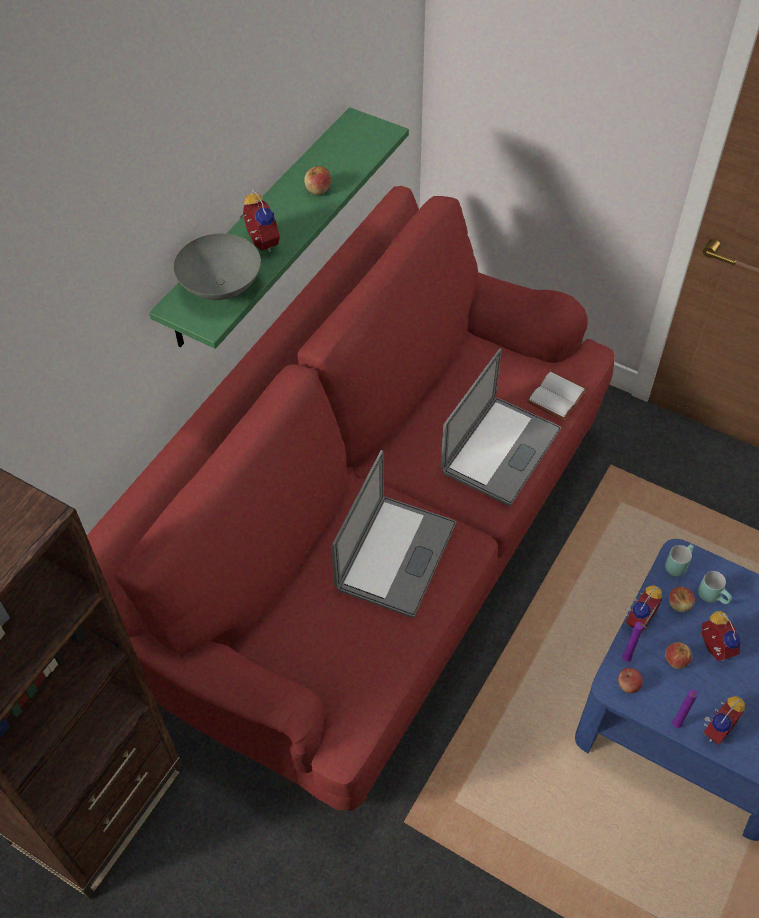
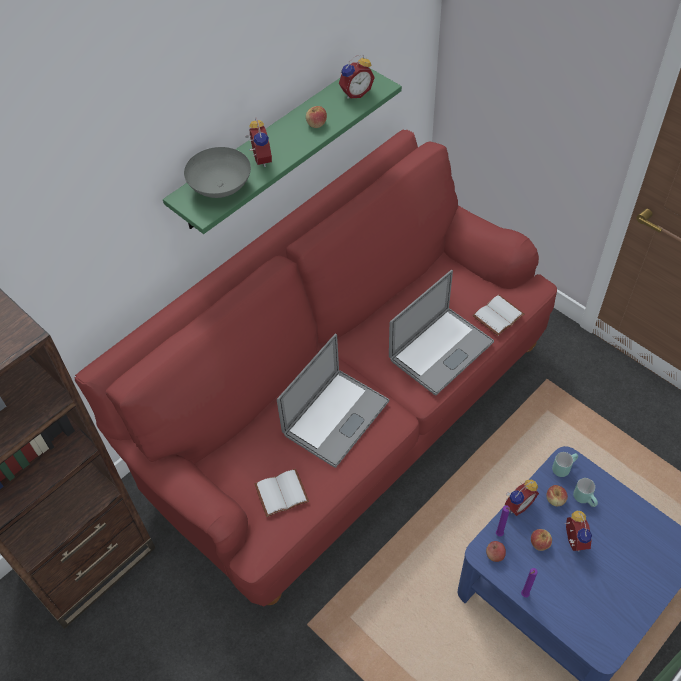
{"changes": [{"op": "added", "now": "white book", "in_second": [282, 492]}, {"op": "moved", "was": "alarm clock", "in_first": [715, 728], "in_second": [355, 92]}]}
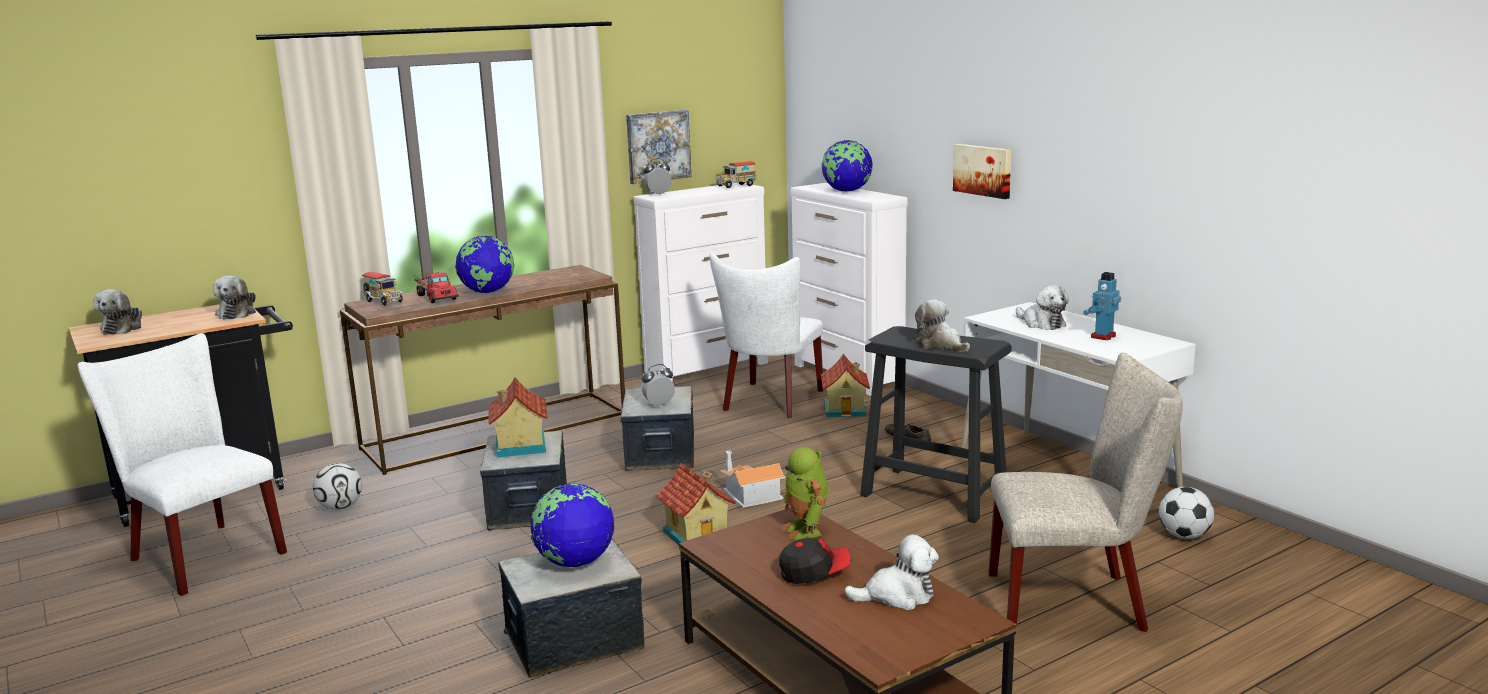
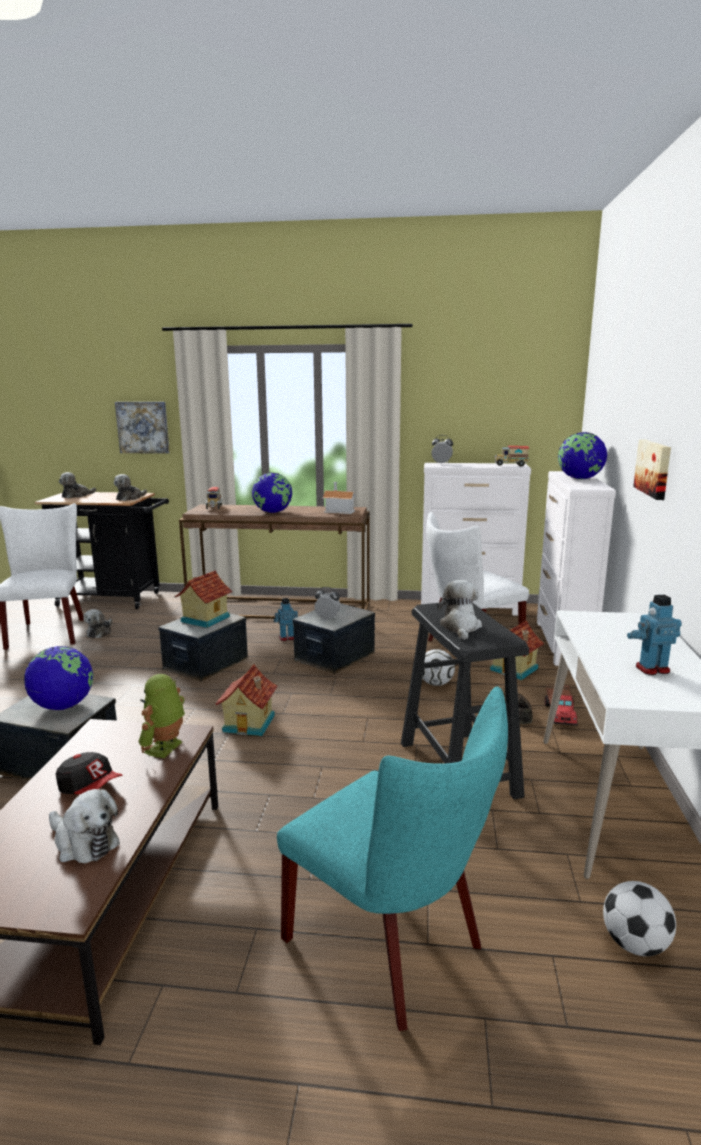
{"changes": [{"op": "moved", "was": "plush toy", "in_first": [1041, 324], "in_second": [100, 632]}, {"op": "moved", "was": "picture", "in_first": [658, 146], "in_second": [143, 427]}, {"op": "added", "now": "toy robot", "in_second": [286, 638]}, {"op": "recoloured", "was": "beige chair", "now": "turquoise chair", "in_first": [1076, 602], "in_second": [393, 947]}, {"op": "moved", "was": "toy house", "in_first": [749, 495], "in_second": [338, 510]}, {"op": "moved", "was": "football", "in_first": [340, 507], "in_second": [436, 683]}, {"op": "moved", "was": "toy truck", "in_first": [437, 297], "in_second": [560, 713]}]}
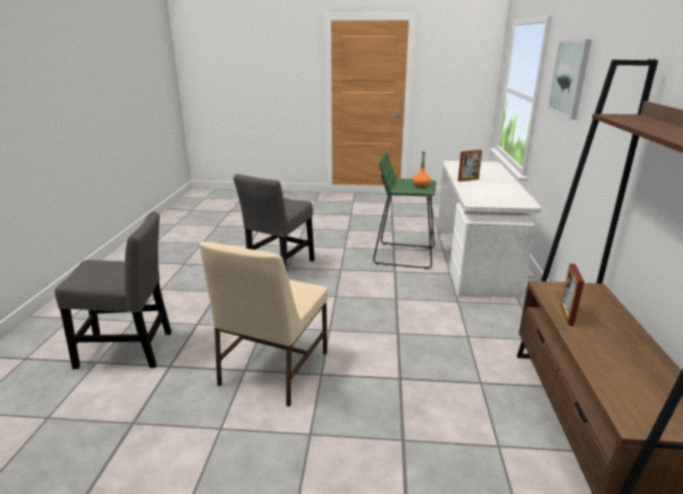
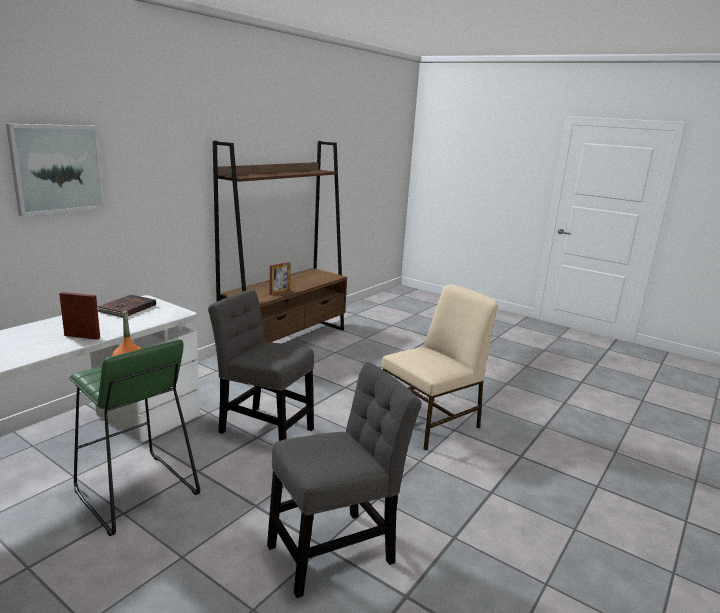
{"changes": [{"op": "added", "now": "brown book", "in_second": [126, 308]}, {"op": "moved", "was": "grey chair", "in_first": [130, 350], "in_second": [263, 428]}]}
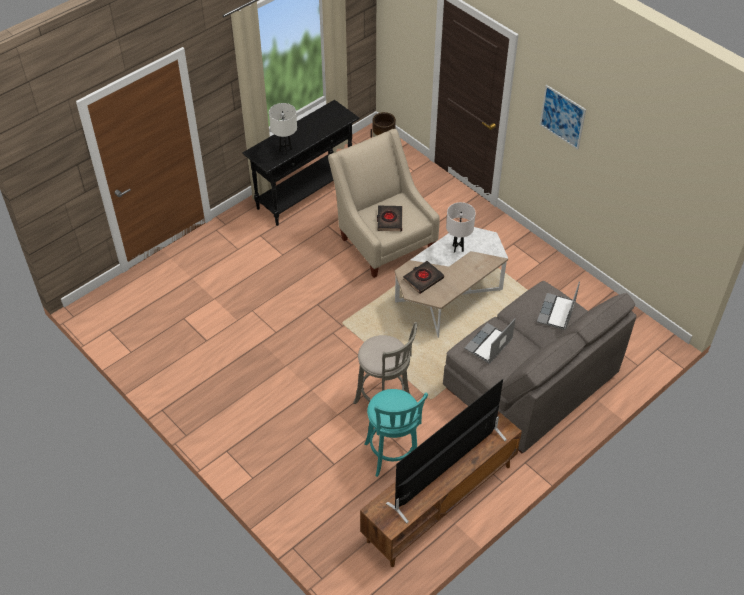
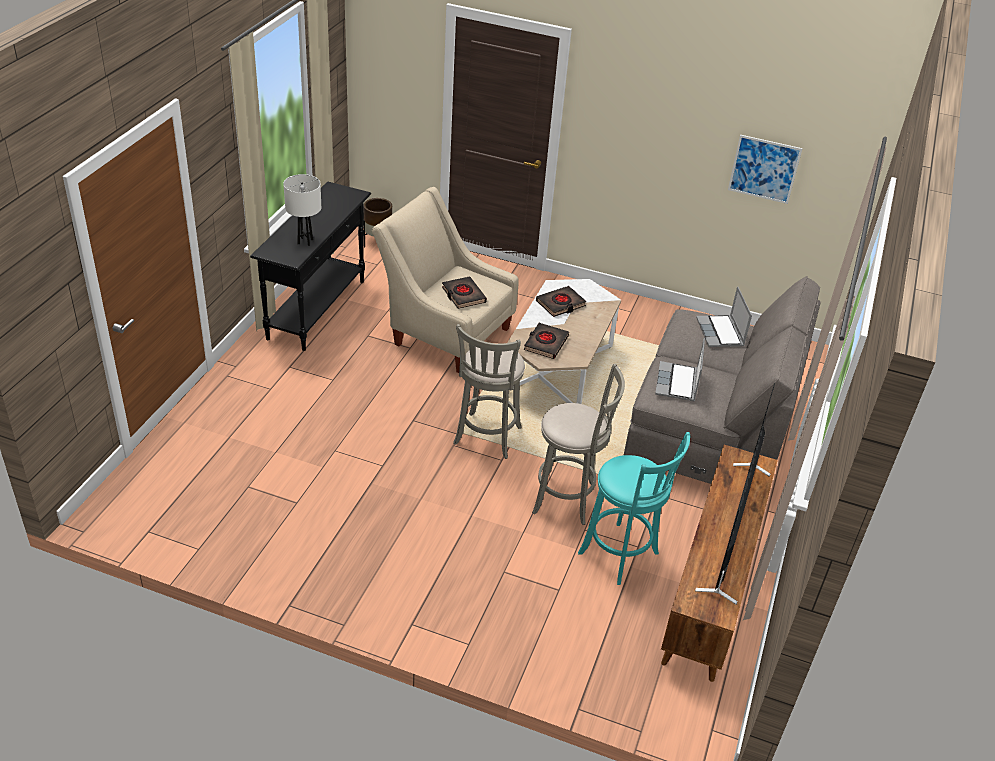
{"changes": [{"op": "added", "now": "grey stool", "in_second": [486, 438]}, {"op": "replaced", "was": "white table lamp", "now": "black book", "in_first": [458, 248], "in_second": [560, 304]}, {"op": "moved", "was": "picture", "in_first": [562, 117], "in_second": [764, 169]}]}
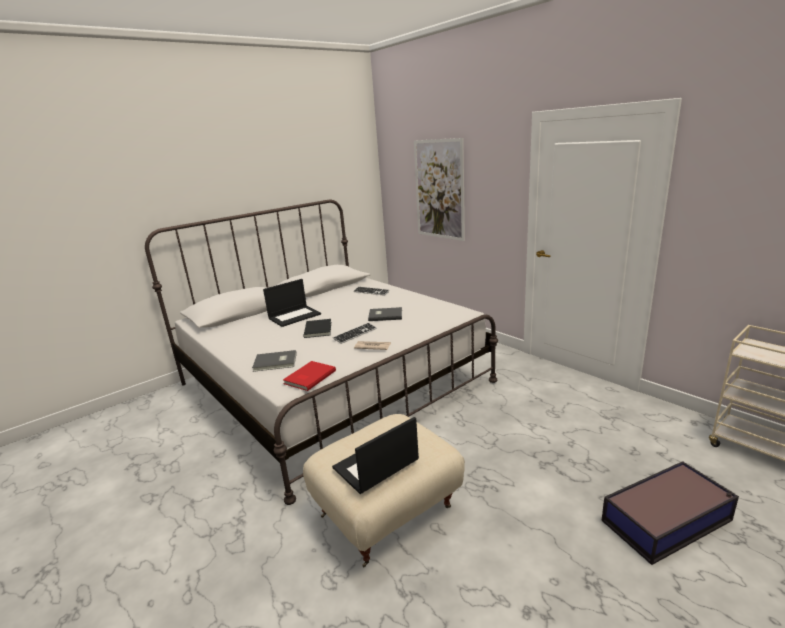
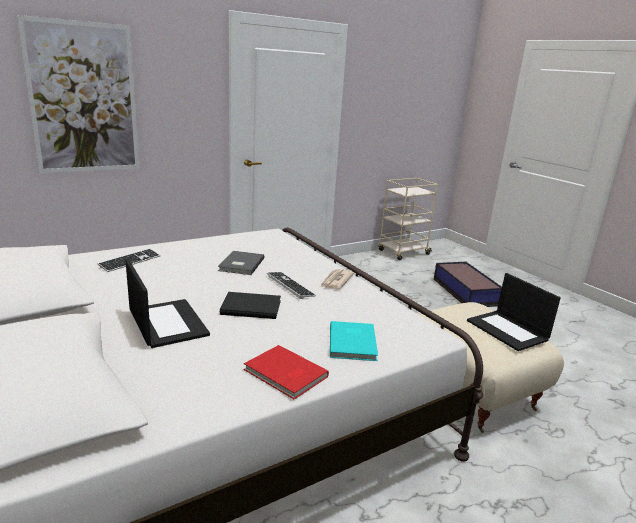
{"changes": [{"op": "moved", "was": "red book", "in_first": [308, 377], "in_second": [285, 374]}, {"op": "recoloured", "was": "grey book", "now": "turquoise book", "in_first": [276, 362], "in_second": [354, 342]}]}
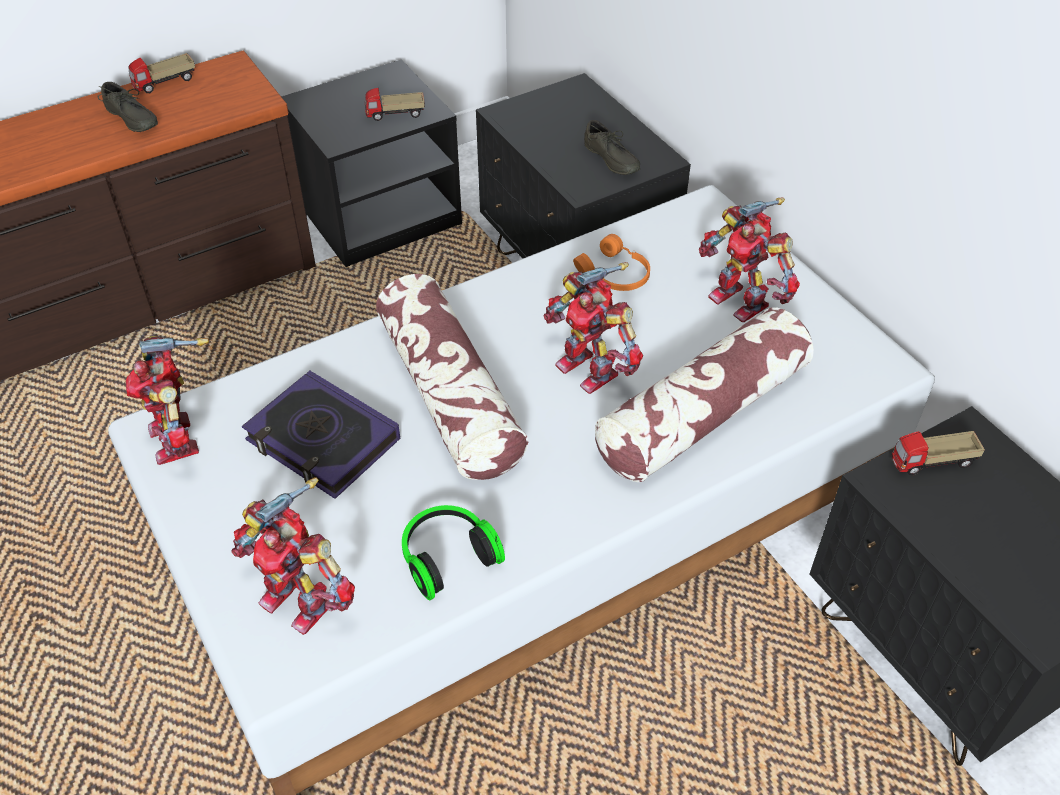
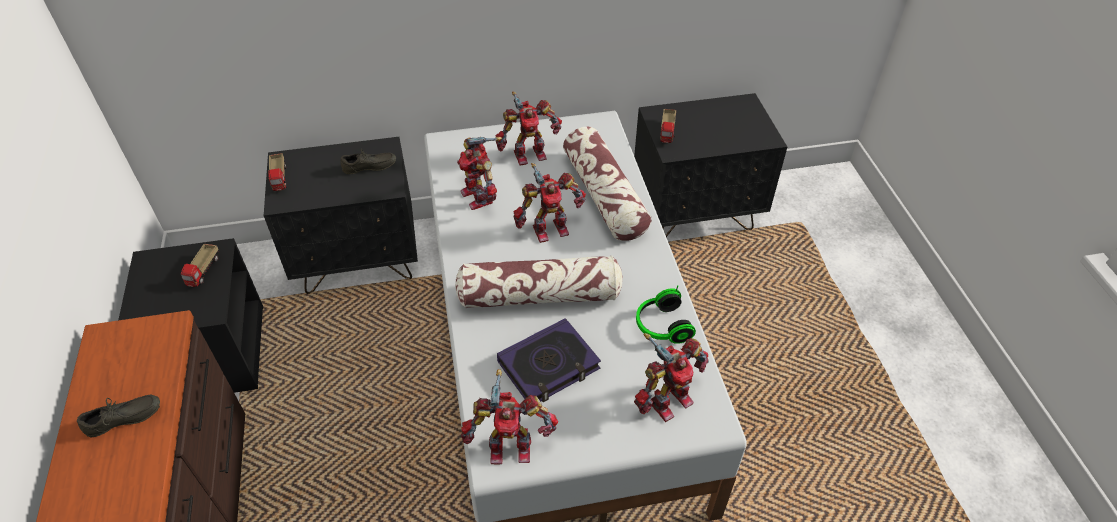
{"changes": [{"op": "moved", "was": "toy truck", "in_first": [165, 83], "in_second": [280, 178]}, {"op": "replaced", "was": "orange headphones", "now": "toy robot", "in_first": [614, 275], "in_second": [479, 196]}]}
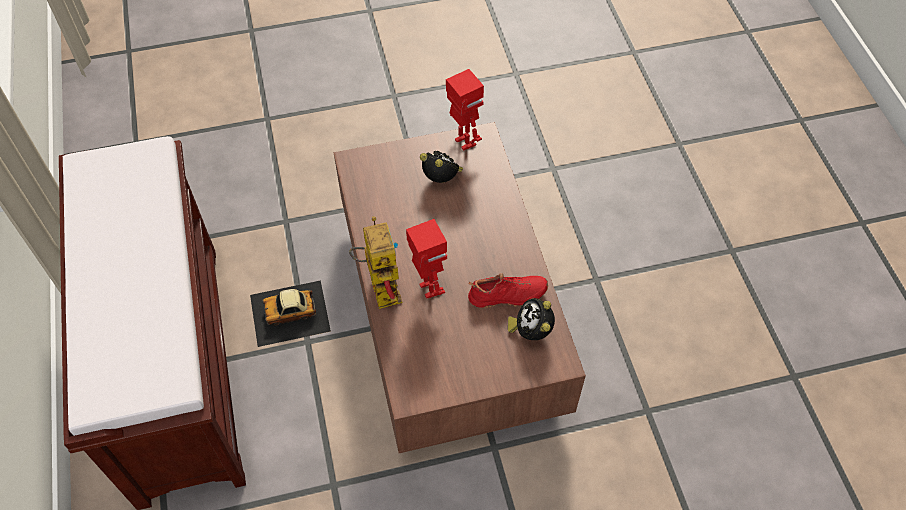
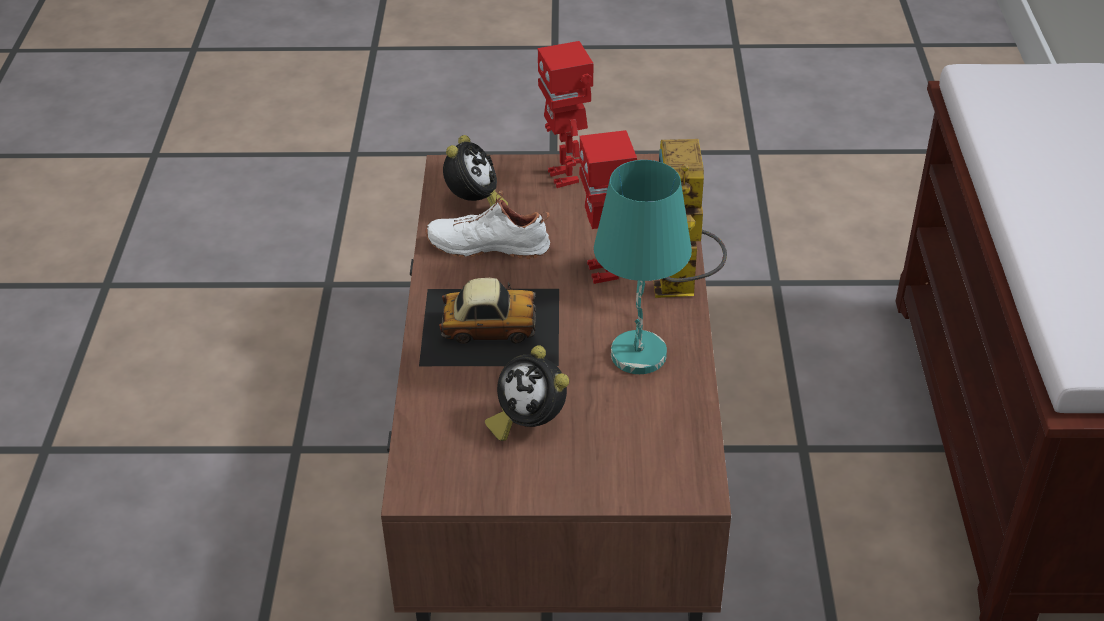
{"changes": [{"op": "moved", "was": "toy car", "in_first": [290, 313], "in_second": [490, 325]}, {"op": "recoloured", "was": "red shoe", "now": "white shoe", "in_first": [508, 296], "in_second": [489, 245]}, {"op": "moved", "was": "toy robot", "in_first": [464, 142], "in_second": [565, 177]}, {"op": "added", "now": "turquoise table lamp", "in_second": [639, 356]}]}
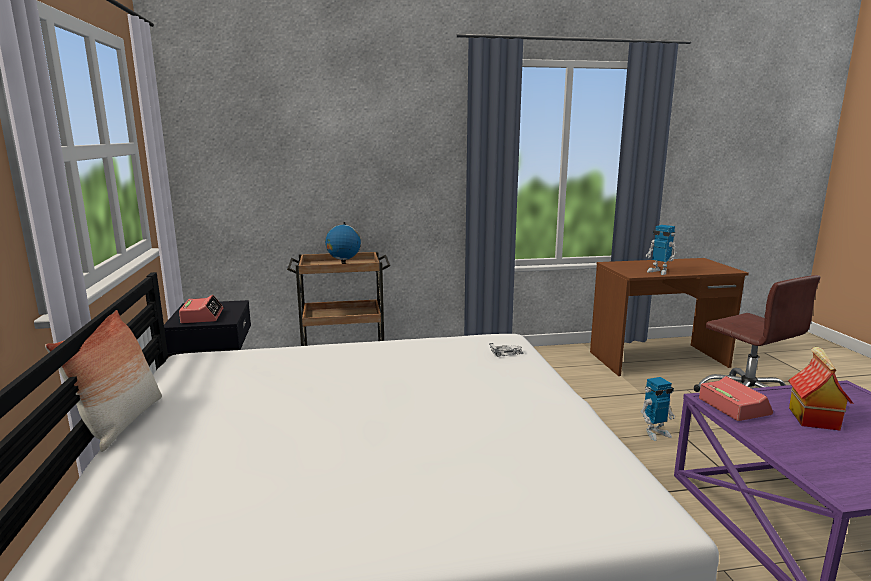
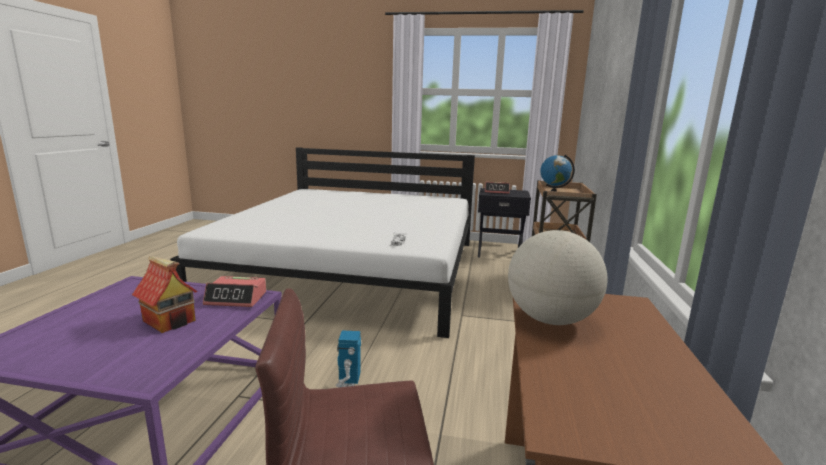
{"changes": [{"op": "replaced", "was": "toy robot", "now": "globe", "in_first": [659, 272], "in_second": [550, 320]}, {"op": "removed", "was": "pillow", "in_first": [121, 423]}]}
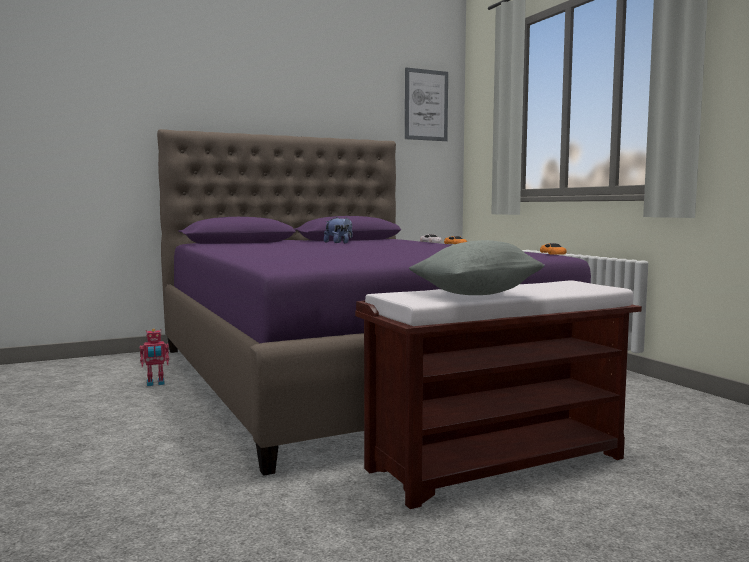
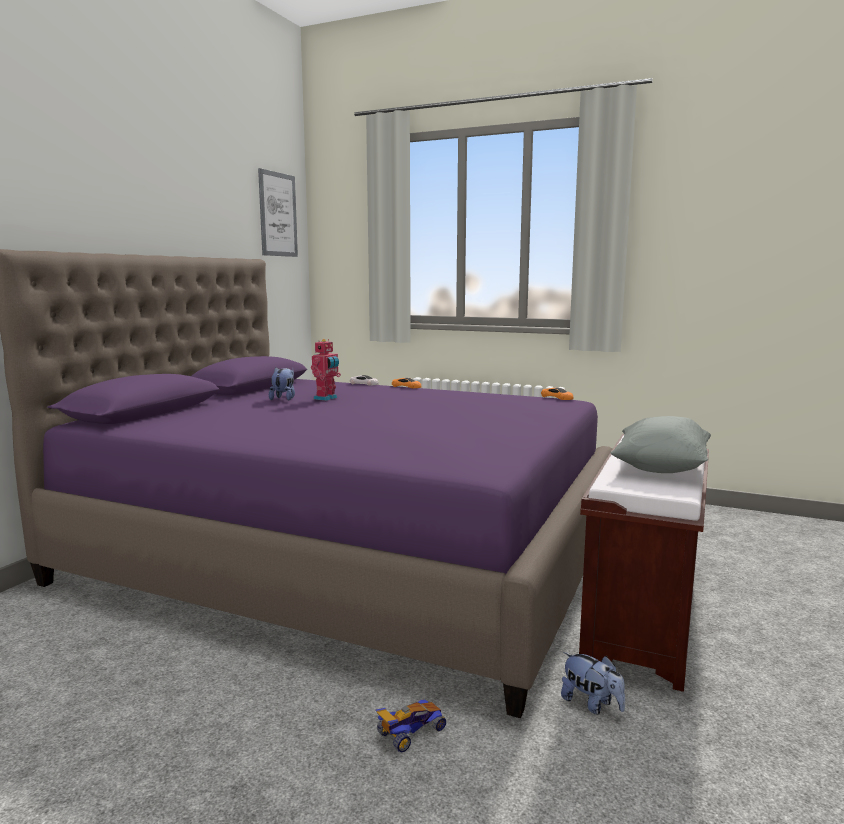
{"changes": [{"op": "moved", "was": "toy robot", "in_first": [155, 383], "in_second": [326, 398]}, {"op": "added", "now": "toy car", "in_second": [410, 733]}, {"op": "added", "now": "plush toy", "in_second": [591, 704]}]}
